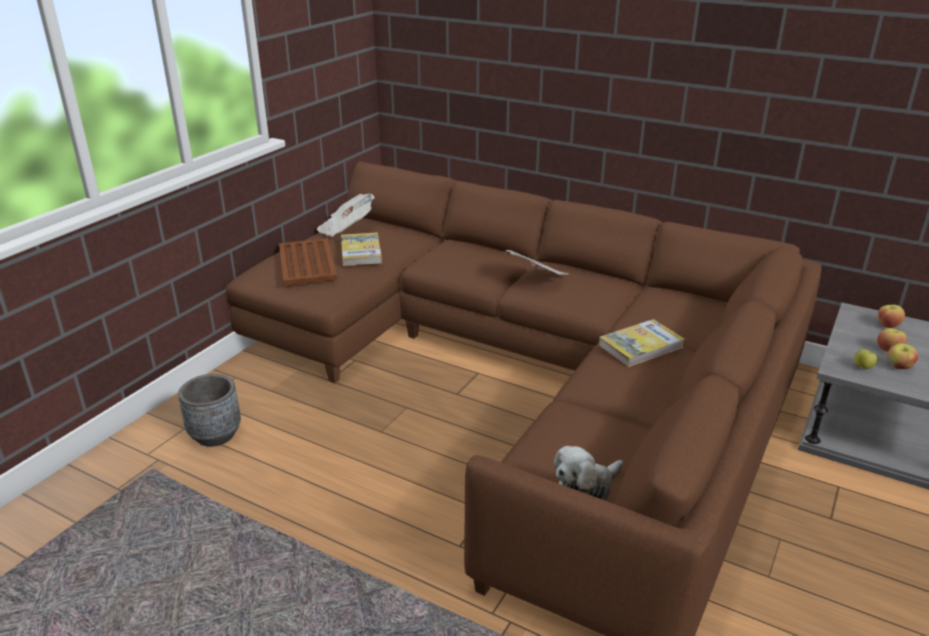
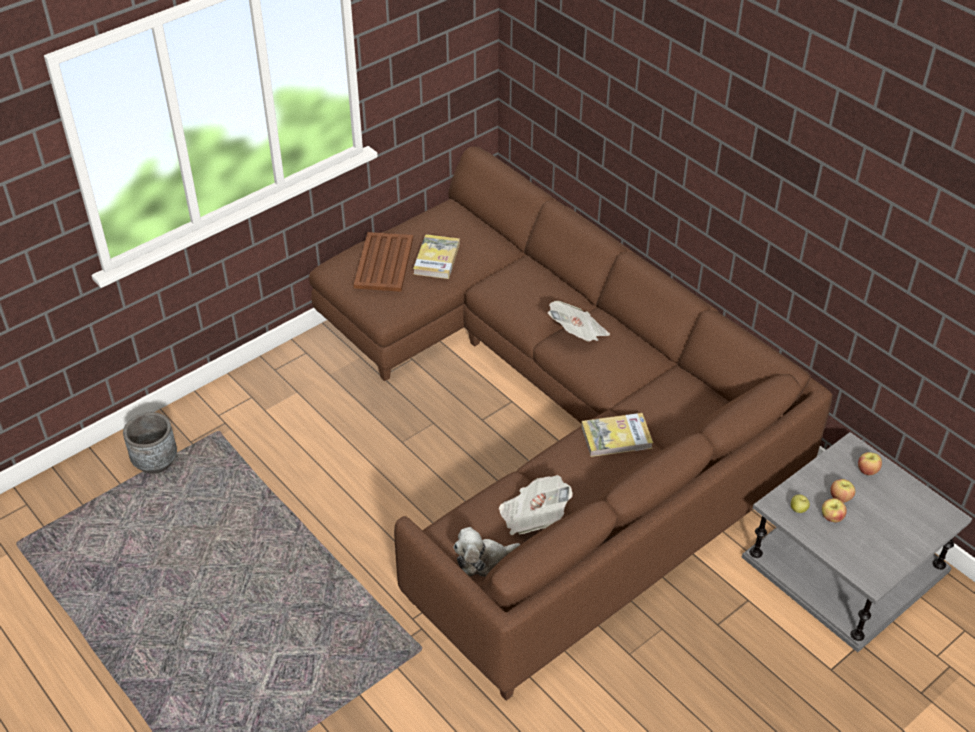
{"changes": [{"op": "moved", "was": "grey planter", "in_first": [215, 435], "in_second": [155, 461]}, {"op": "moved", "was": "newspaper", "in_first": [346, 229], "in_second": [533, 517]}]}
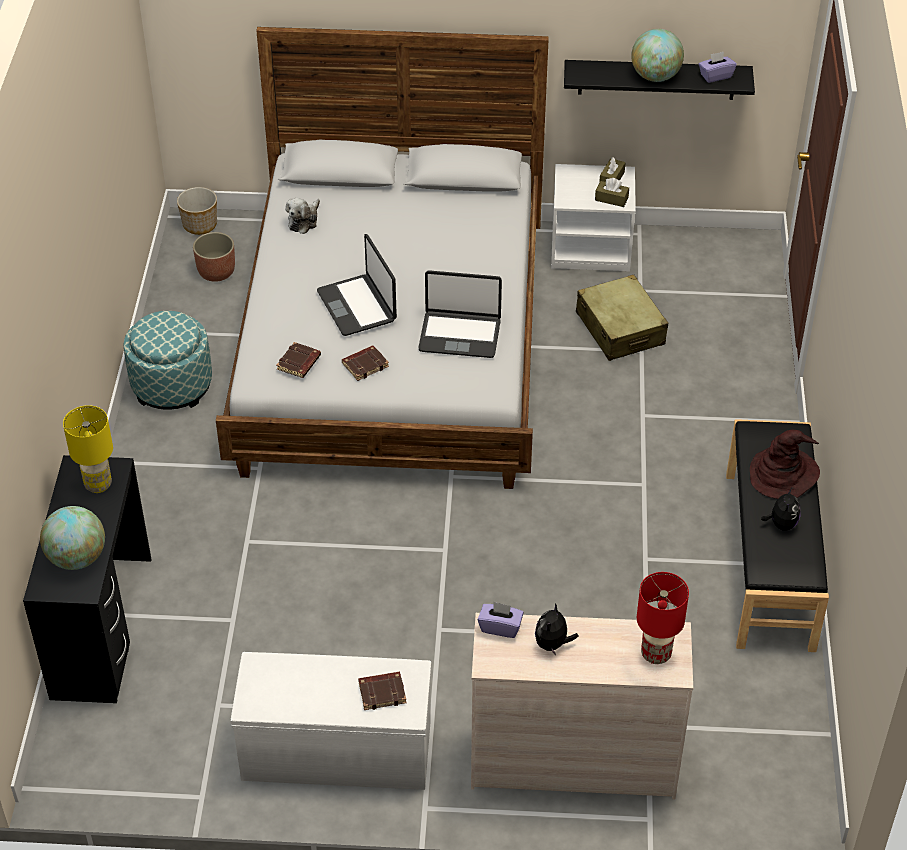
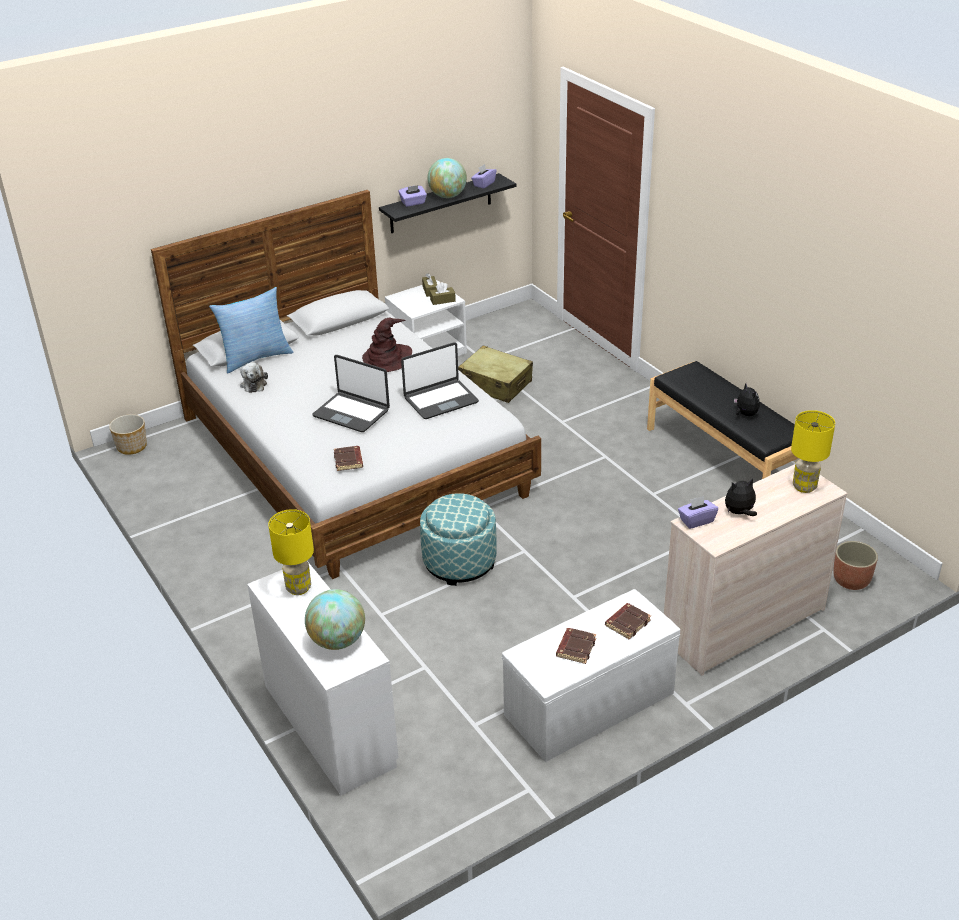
{"changes": [{"op": "added", "now": "pillow", "in_second": [255, 358]}, {"op": "recoloured", "was": "black desk", "now": "white desk", "in_first": [101, 627], "in_second": [329, 725]}, {"op": "moved", "was": "brown hat", "in_first": [783, 474], "in_second": [387, 359]}, {"op": "added", "now": "purple tissue box", "in_second": [413, 203]}, {"op": "moved", "was": "ottoman", "in_first": [172, 385], "in_second": [459, 562]}, {"op": "moved", "was": "brown book", "in_first": [365, 365], "in_second": [575, 648]}, {"op": "turned", "was": "plush toy", "in_first": [552, 644], "in_second": [739, 513], "clockwise": 90}, {"op": "recoloured", "was": "red table lamp", "now": "yellow table lamp", "in_first": [655, 655], "in_second": [804, 487]}, {"op": "moved", "was": "planter", "in_first": [217, 272], "in_second": [851, 580]}]}
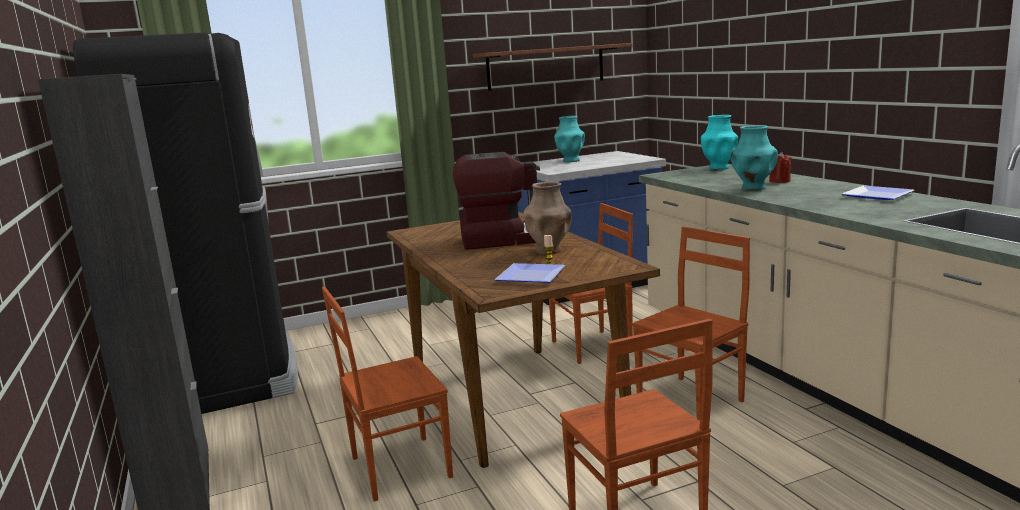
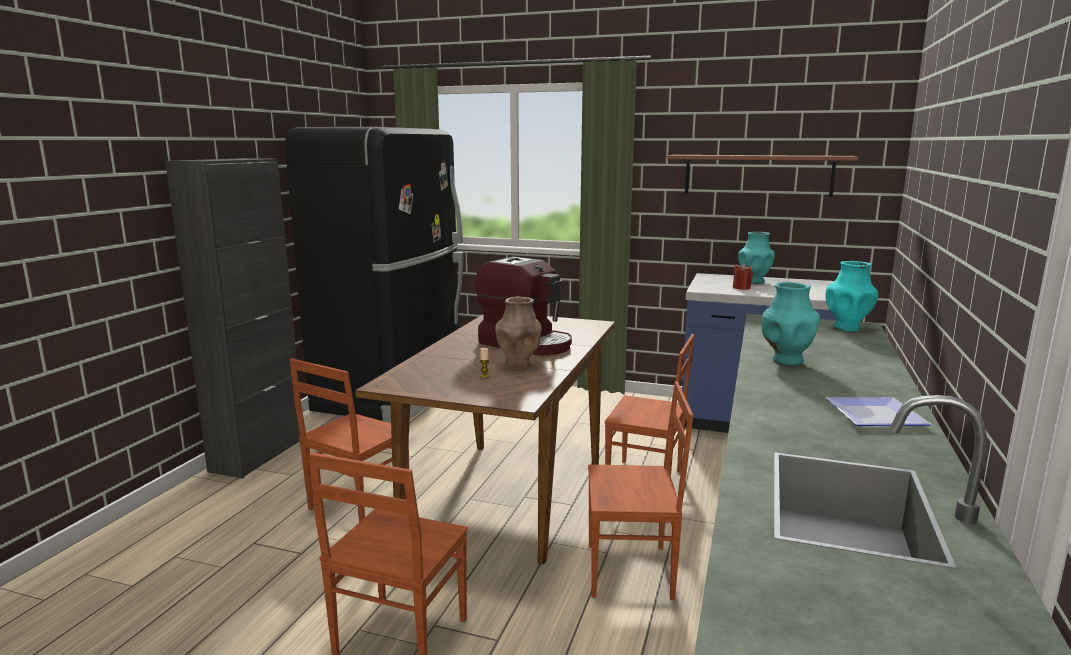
{"changes": [{"op": "turned", "was": "brown chair", "in_first": [398, 467], "in_second": [357, 505], "clockwise": -75}, {"op": "moved", "was": "red candle", "in_first": [779, 181], "in_second": [741, 288]}, {"op": "removed", "was": "plate", "in_first": [532, 277]}]}
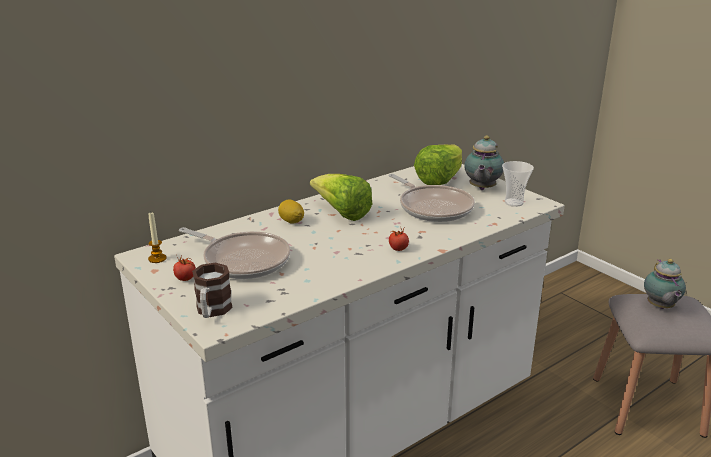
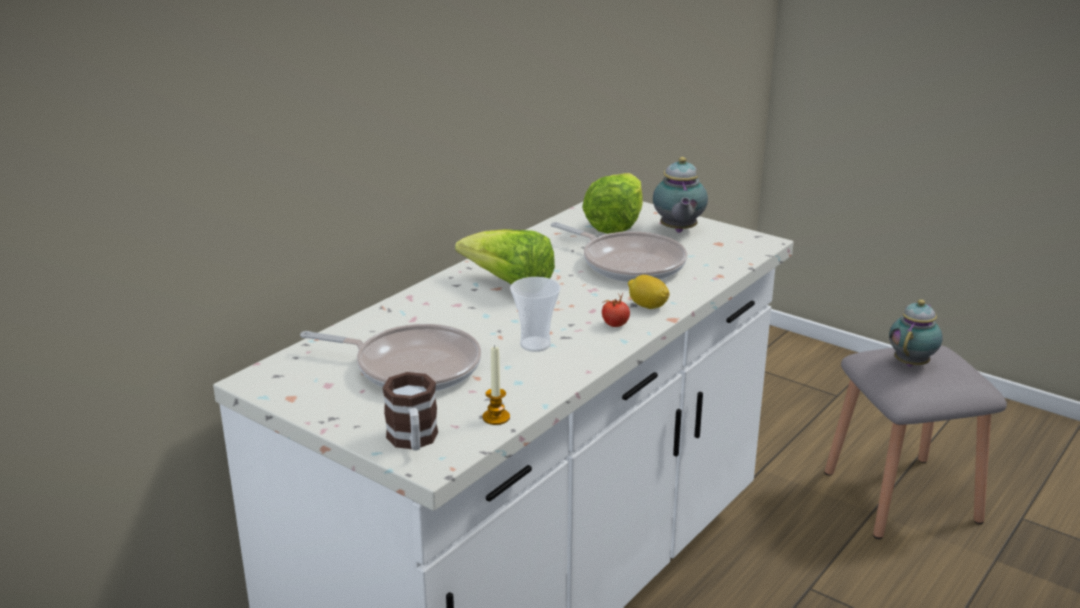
{"changes": [{"op": "moved", "was": "candle", "in_first": [157, 258], "in_second": [496, 417]}, {"op": "moved", "was": "cup", "in_first": [513, 202], "in_second": [535, 344]}, {"op": "moved", "was": "lemon", "in_first": [291, 221], "in_second": [647, 306]}, {"op": "turned", "was": "teapot", "in_first": [660, 307], "in_second": [912, 363], "clockwise": -135}, {"op": "removed", "was": "tomato", "in_first": [185, 279]}]}
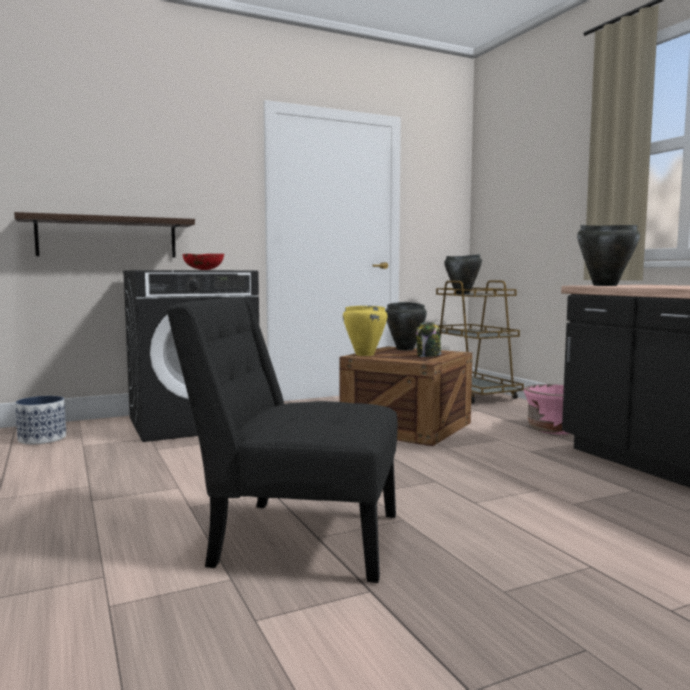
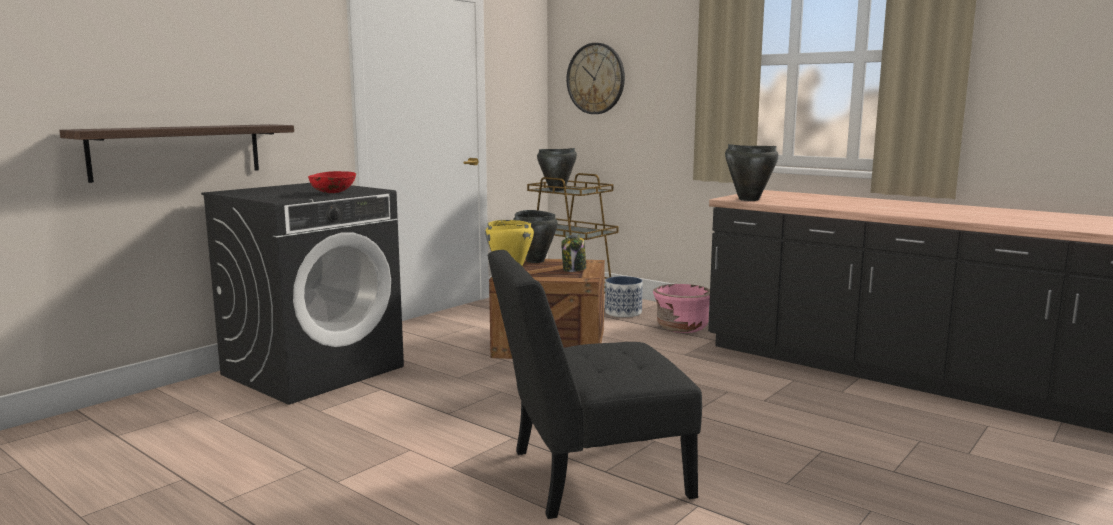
{"changes": [{"op": "added", "now": "wall clock", "in_second": [596, 78]}, {"op": "moved", "was": "planter", "in_first": [42, 439], "in_second": [623, 312]}]}
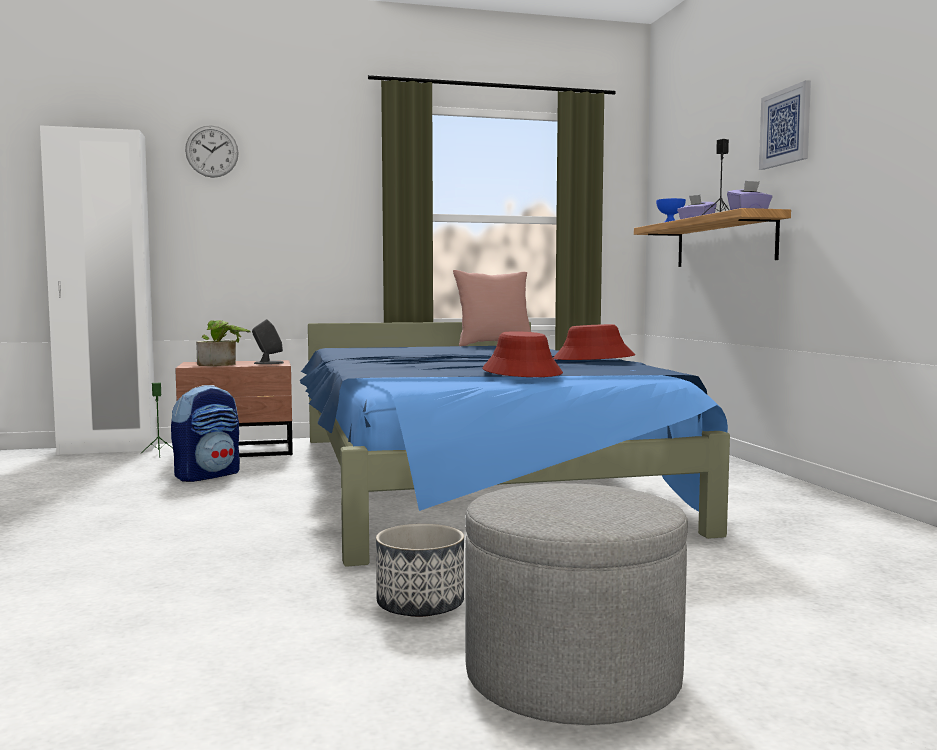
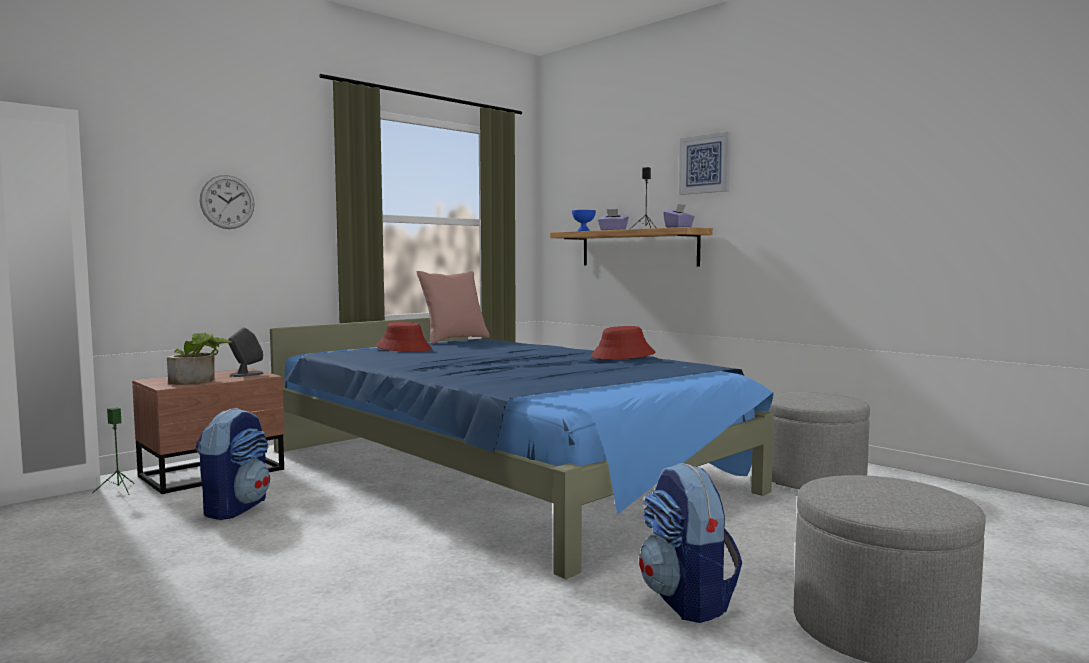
{"changes": [{"op": "moved", "was": "wall clock", "in_first": [212, 151], "in_second": [227, 202]}, {"op": "moved", "was": "red hat", "in_first": [522, 372], "in_second": [404, 348]}, {"op": "replaced", "was": "planter", "now": "backpack", "in_first": [421, 606], "in_second": [687, 601]}, {"op": "added", "now": "grey ottoman", "in_second": [812, 479]}]}
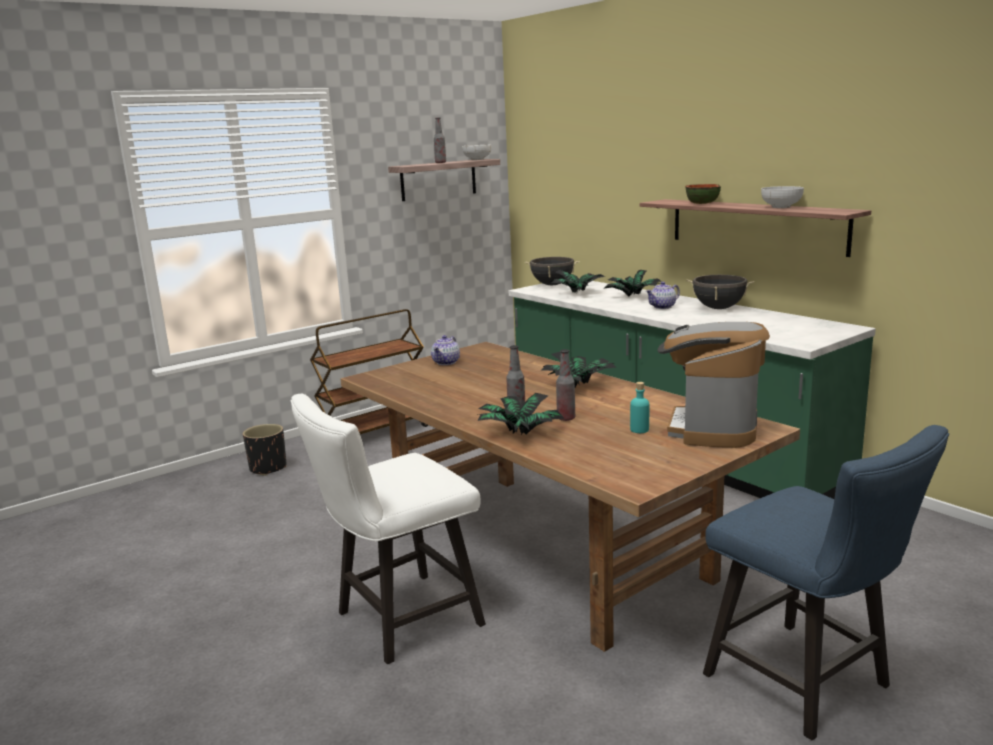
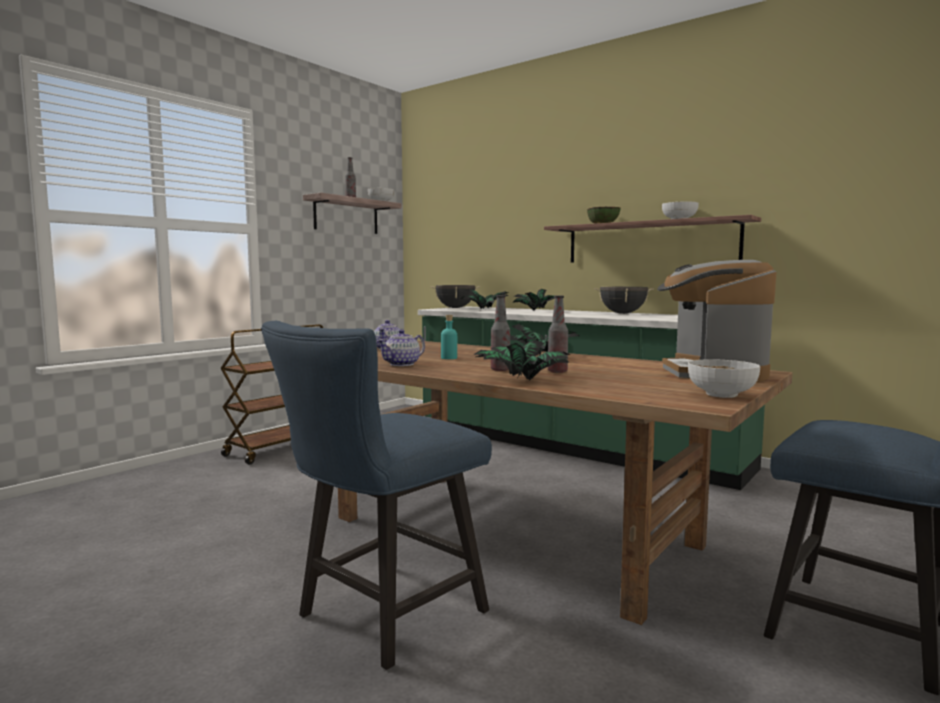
{"changes": [{"op": "recoloured", "was": "white chair", "now": "blue chair", "in_first": [399, 621], "in_second": [381, 617]}, {"op": "moved", "was": "teapot", "in_first": [663, 307], "in_second": [402, 364]}, {"op": "moved", "was": "turquoise bottle", "in_first": [639, 430], "in_second": [449, 358]}, {"op": "added", "now": "bowl", "in_second": [722, 395]}, {"op": "removed", "was": "black planter", "in_first": [268, 468]}]}
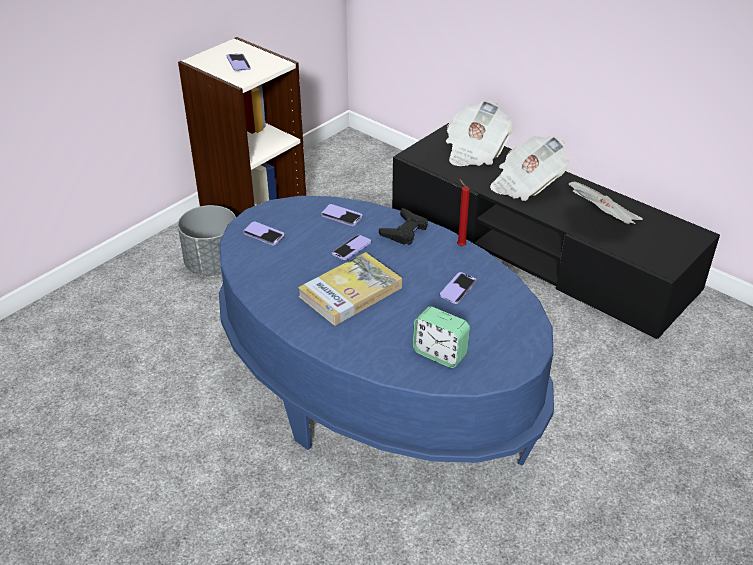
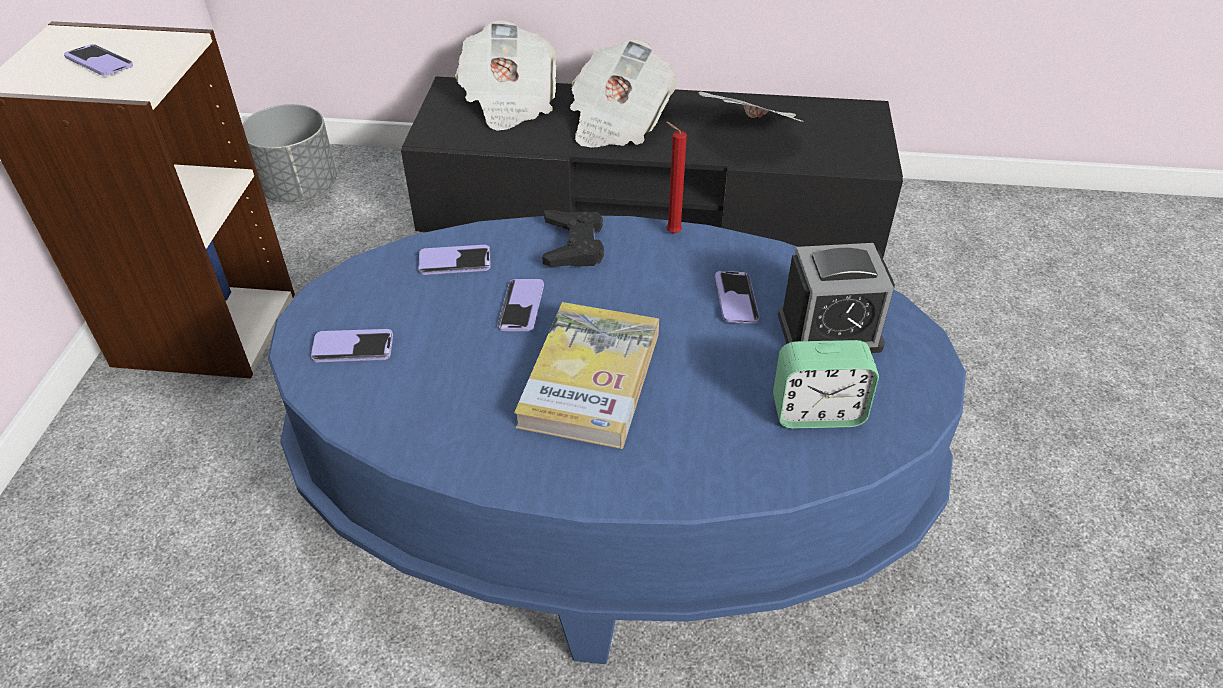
{"changes": [{"op": "moved", "was": "grey planter", "in_first": [213, 265], "in_second": [299, 190]}, {"op": "added", "now": "alarm clock", "in_second": [829, 331]}]}
